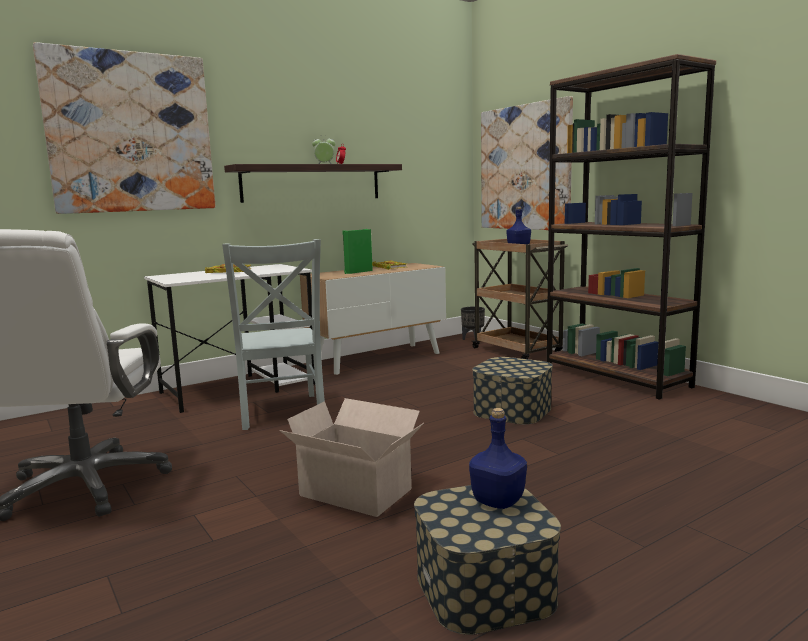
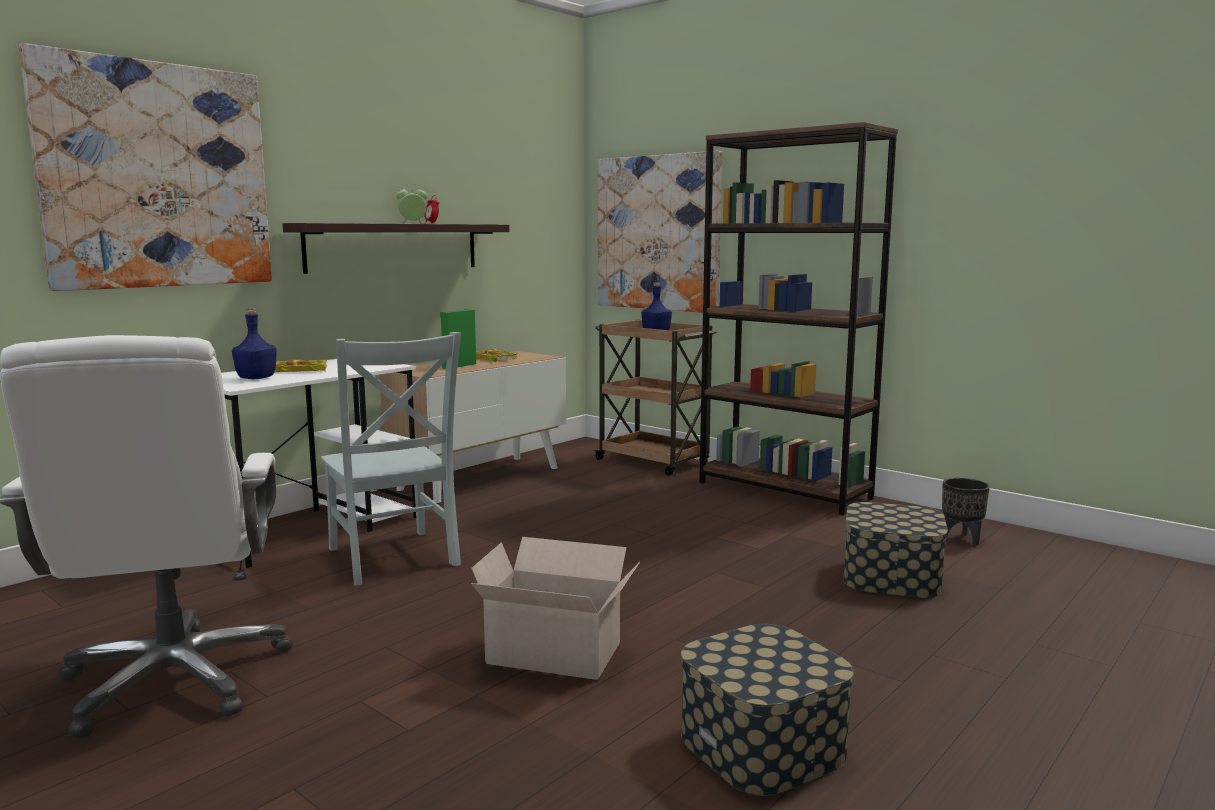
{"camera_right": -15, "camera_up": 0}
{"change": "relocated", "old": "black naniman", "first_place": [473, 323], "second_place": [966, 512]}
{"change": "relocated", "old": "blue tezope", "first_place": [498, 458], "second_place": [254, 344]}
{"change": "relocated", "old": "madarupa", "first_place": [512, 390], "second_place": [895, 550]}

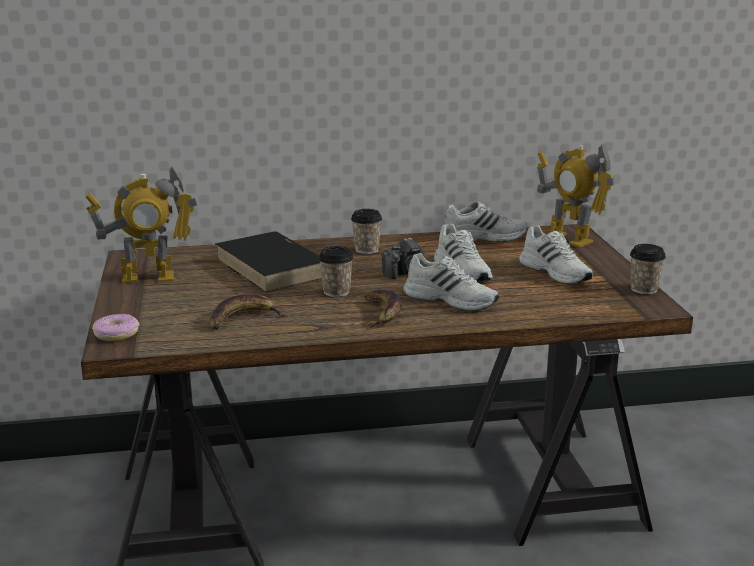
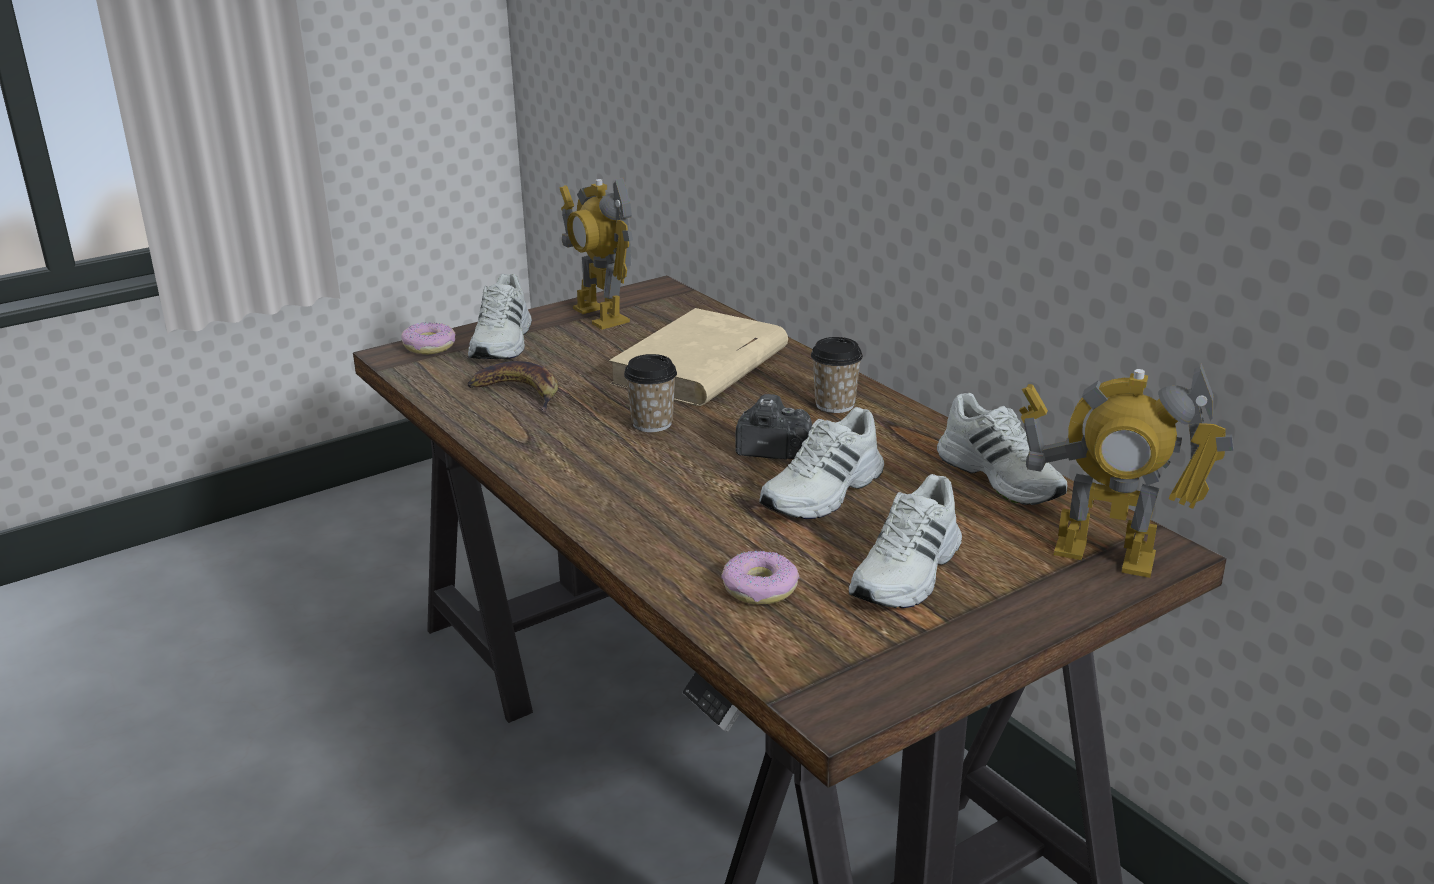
{"camera_right": 65, "camera_up": 5}
{"change": "missing", "old": "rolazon", "first_place": [383, 310]}
{"change": "missing", "old": "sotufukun", "first_place": [648, 269]}
{"change": "appeared", "new": "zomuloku", "second_place": [760, 577]}
{"change": "relocated", "old": "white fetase", "first_place": [451, 282], "second_place": [500, 316]}
{"change": "colour", "old": "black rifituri", "new": "beige rifituri", "first_place": [268, 262], "second_place": [698, 357]}
{"change": "spun", "old": "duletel", "first_place": [403, 258], "second_place": [773, 427], "degrees": 150}
{"change": "spun", "old": "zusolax", "first_place": [576, 195], "second_place": [1126, 470], "degrees": -90}

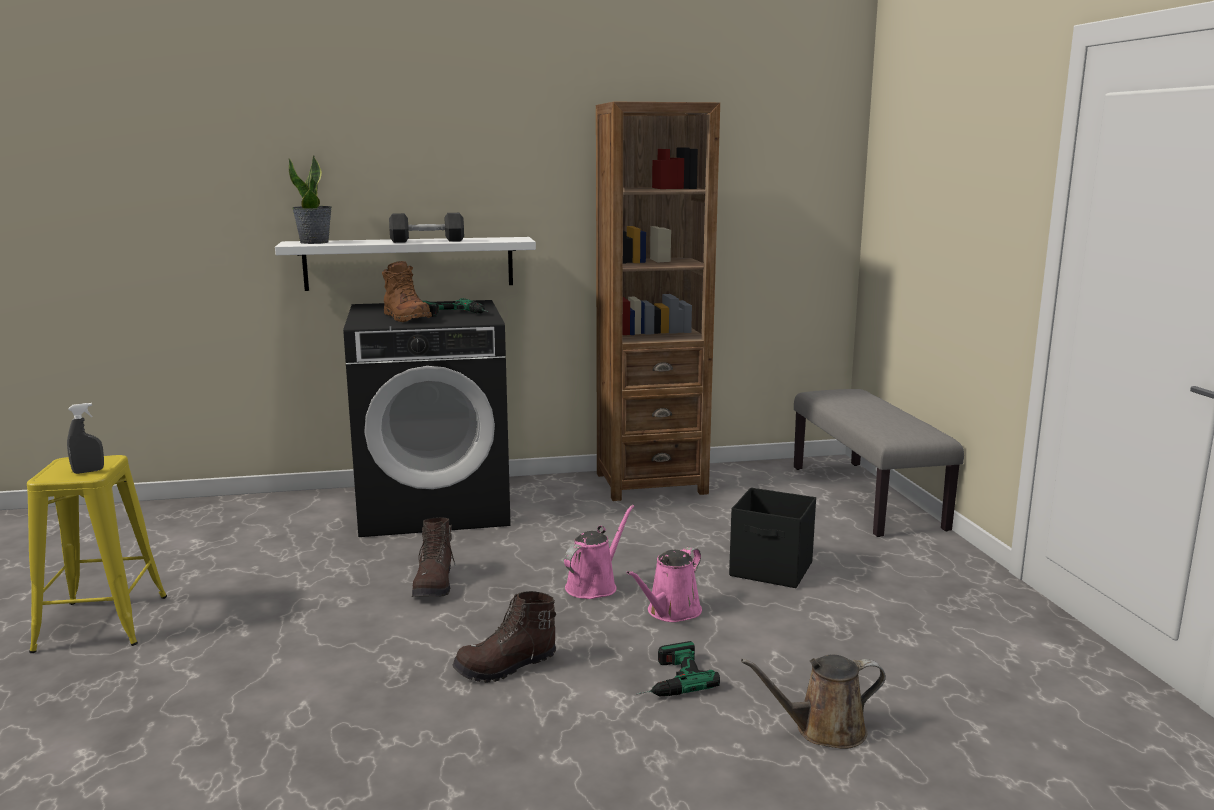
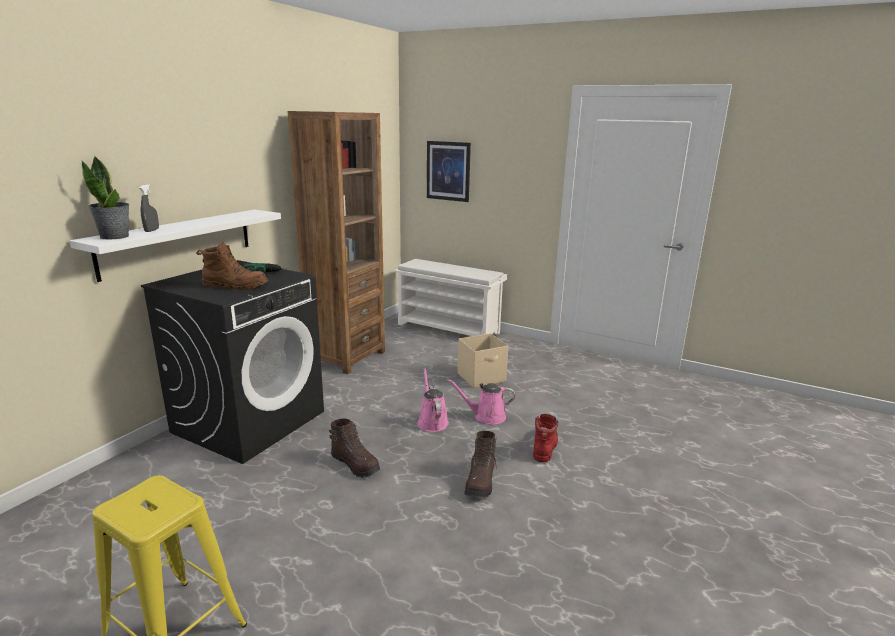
{"camera_right": -50, "camera_up": 5}
{"change": "missing", "old": "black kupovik", "first_place": [426, 228]}
{"change": "missing", "old": "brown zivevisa", "first_place": [813, 701]}
{"change": "appeared", "new": "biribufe", "second_place": [449, 171]}
{"change": "relocated", "old": "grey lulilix", "first_place": [85, 438], "second_place": [149, 208]}
{"change": "exchanged", "old": "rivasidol", "new": "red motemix", "first_place": [678, 668], "second_place": [546, 438]}
{"change": "exchanged", "old": "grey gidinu", "new": "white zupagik", "first_place": [879, 463], "second_place": [450, 297]}
{"change": "colour", "old": "black madarupa", "new": "beige madarupa", "first_place": [772, 537], "second_place": [483, 360]}
{"change": "spun", "old": "pink zivevisa", "first_place": [664, 584], "second_place": [481, 402], "degrees": 105}

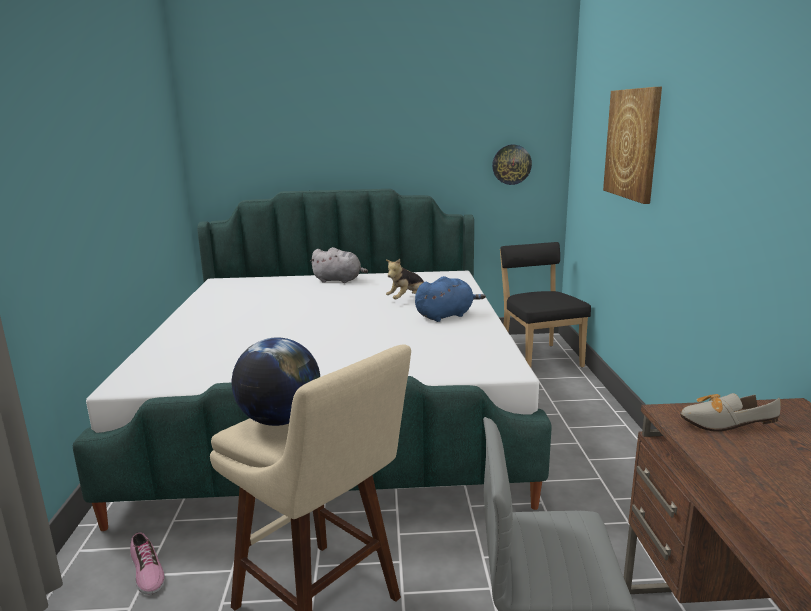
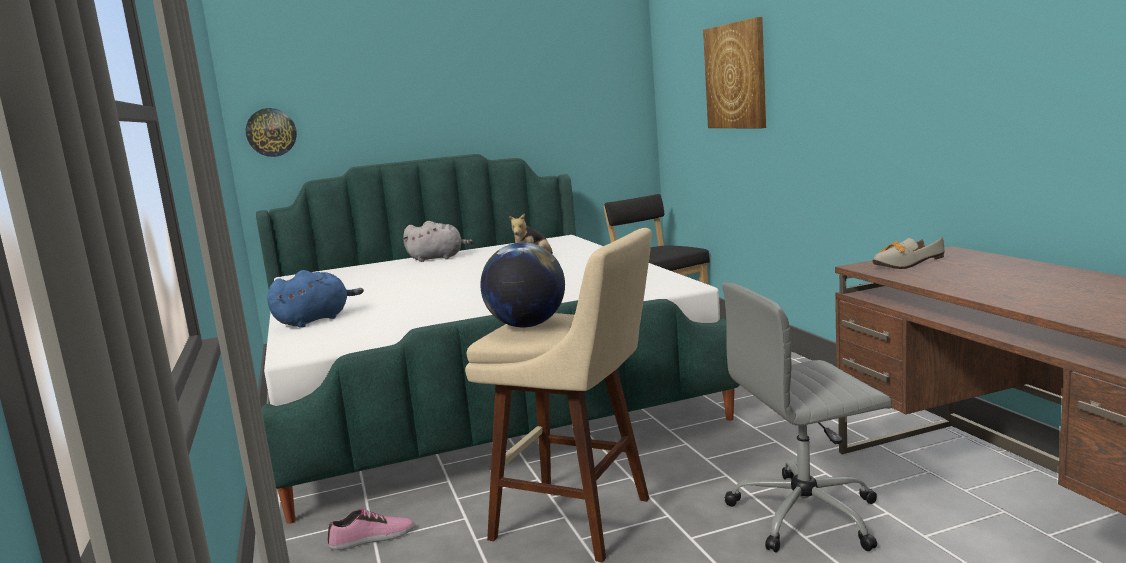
{"camera_right": -15, "camera_up": -5}
{"change": "relocated", "old": "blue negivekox", "first_place": [450, 299], "second_place": [315, 299]}
{"change": "relocated", "old": "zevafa", "first_place": [512, 165], "second_place": [271, 132]}
{"change": "spun", "old": "fetase", "first_place": [147, 563], "second_place": [371, 529], "degrees": -60}

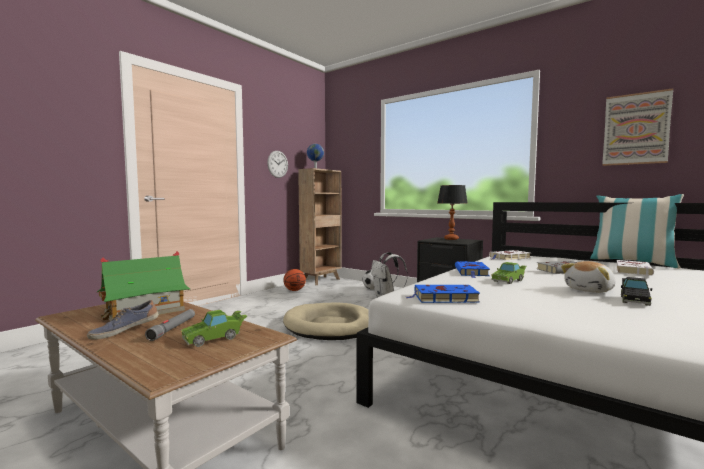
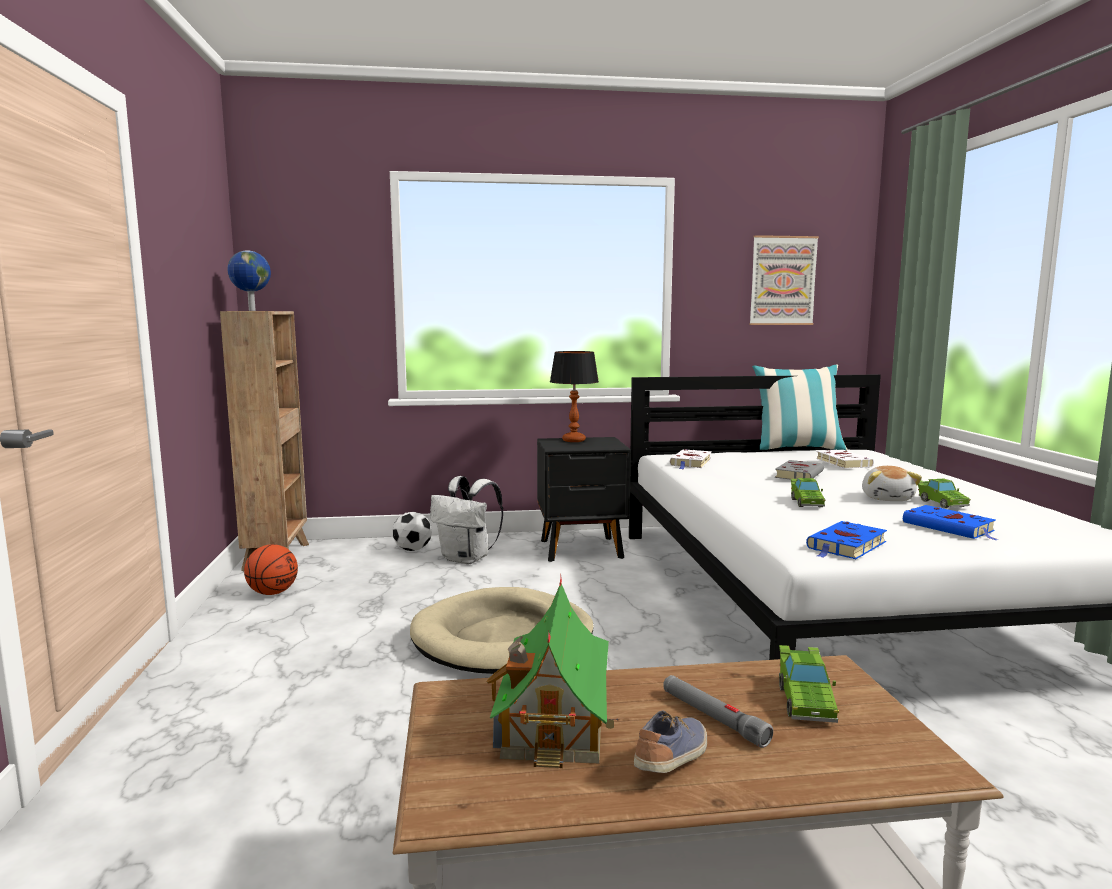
{"camera_right": -45, "camera_up": 5}
{"change": "missing", "old": "zevafa", "first_place": [277, 164]}
{"change": "relocated", "old": "blue rifituri", "first_place": [472, 269], "second_place": [951, 522]}
{"change": "colour", "old": "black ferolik", "new": "green ferolik", "first_place": [636, 291], "second_place": [944, 493]}
{"change": "spun", "old": "fetase", "first_place": [123, 320], "second_place": [670, 741], "degrees": -150}

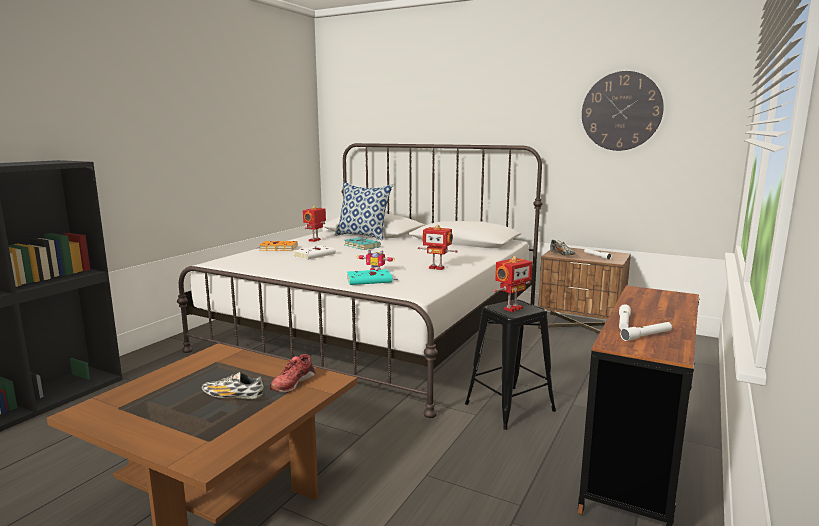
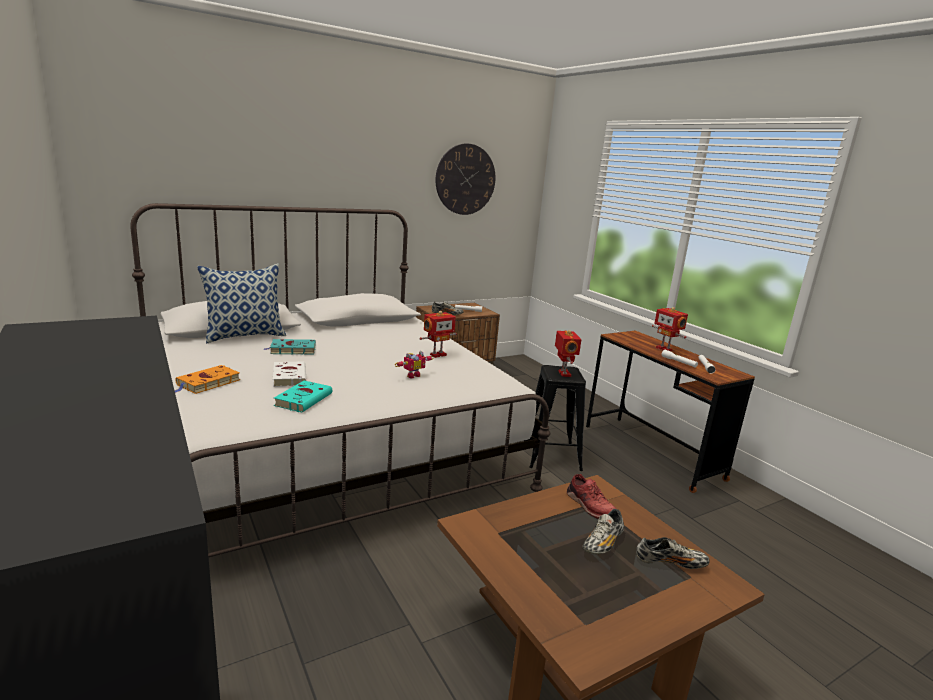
{"camera_right": -60, "camera_up": 5}
{"change": "appeared", "new": "fetase", "second_place": [673, 553]}
{"change": "relocated", "old": "zusolax", "first_place": [314, 224], "second_place": [670, 329]}
{"change": "relocated", "old": "turquoise rifituri", "first_place": [372, 277], "second_place": [303, 396]}

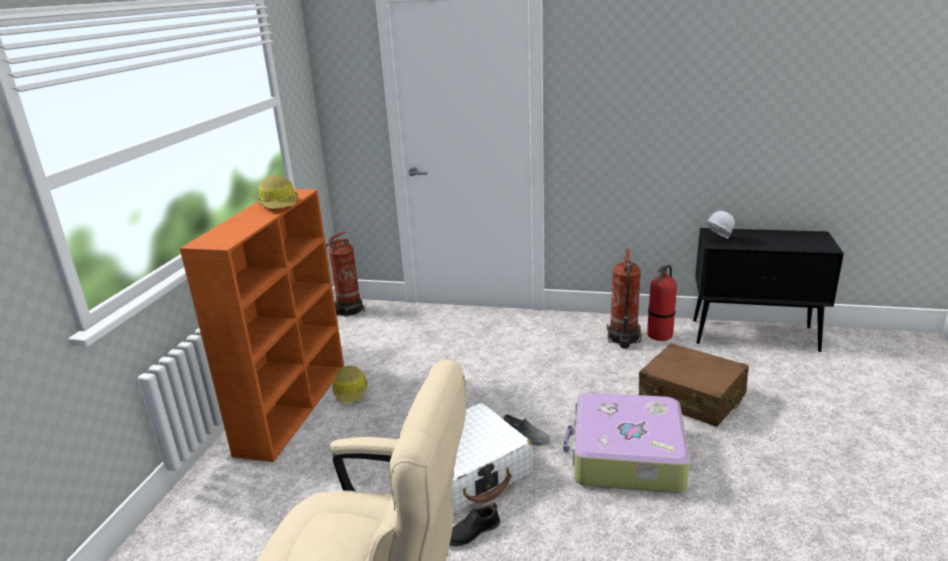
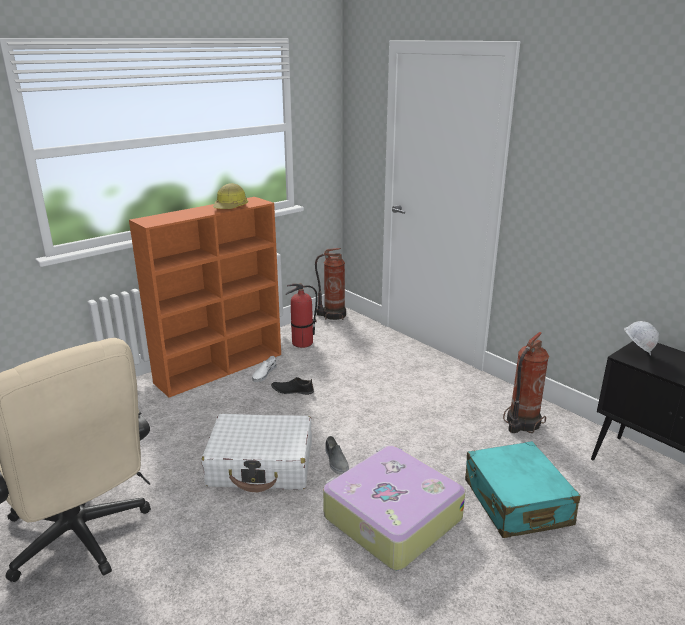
{"camera_right": 35, "camera_up": 0}
{"change": "relocated", "old": "black fetase", "first_place": [475, 524], "second_place": [292, 386]}
{"change": "relocated", "old": "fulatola", "first_place": [662, 303], "second_place": [301, 315]}
{"change": "exchanged", "old": "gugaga", "new": "white fetase", "first_place": [350, 384], "second_place": [264, 369]}
{"change": "colour", "old": "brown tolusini", "new": "turquoise tolusini", "first_place": [694, 385], "second_place": [523, 489]}

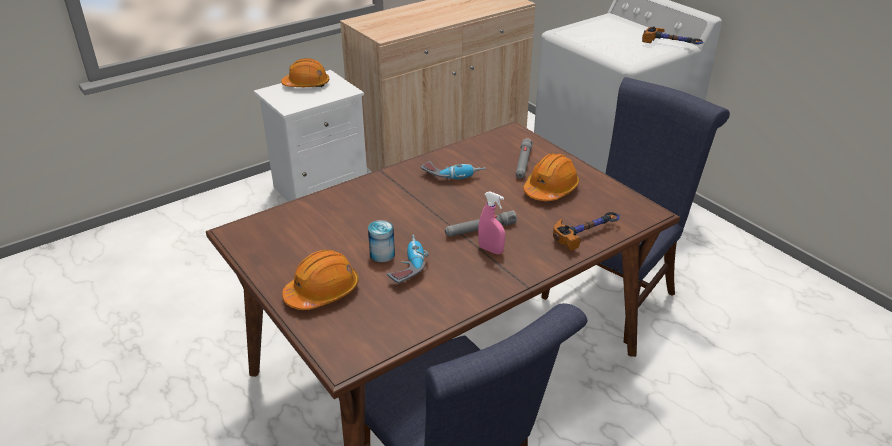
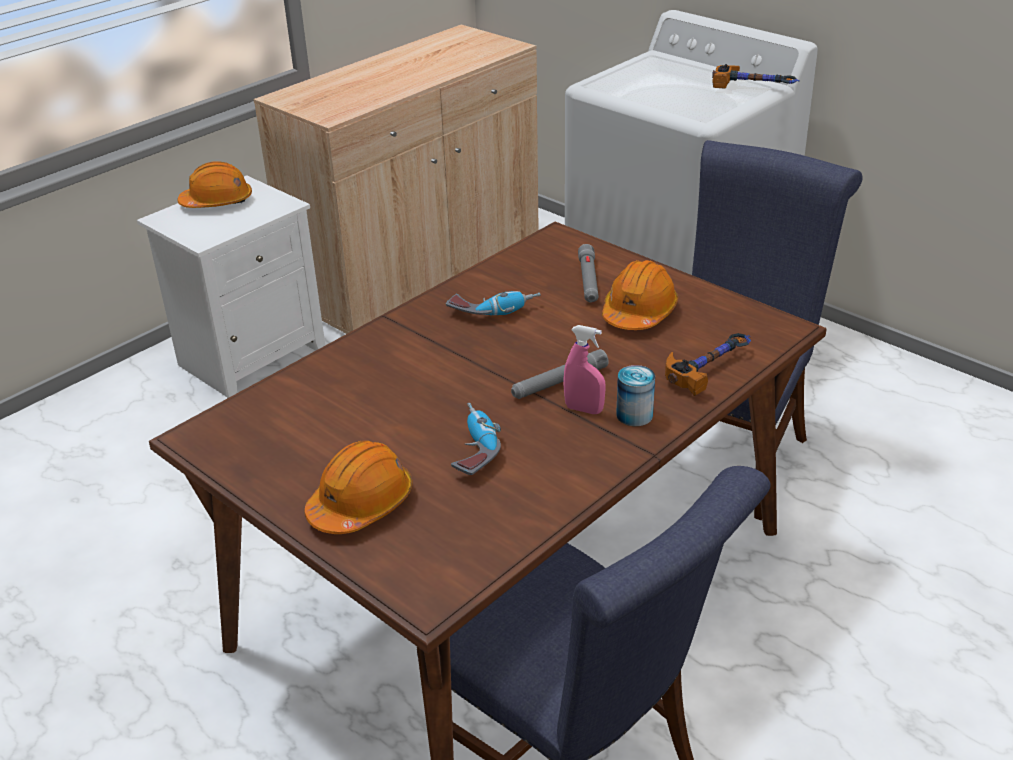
{"camera_right": -10, "camera_up": 0}
{"change": "relocated", "old": "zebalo", "first_place": [381, 241], "second_place": [635, 395]}

